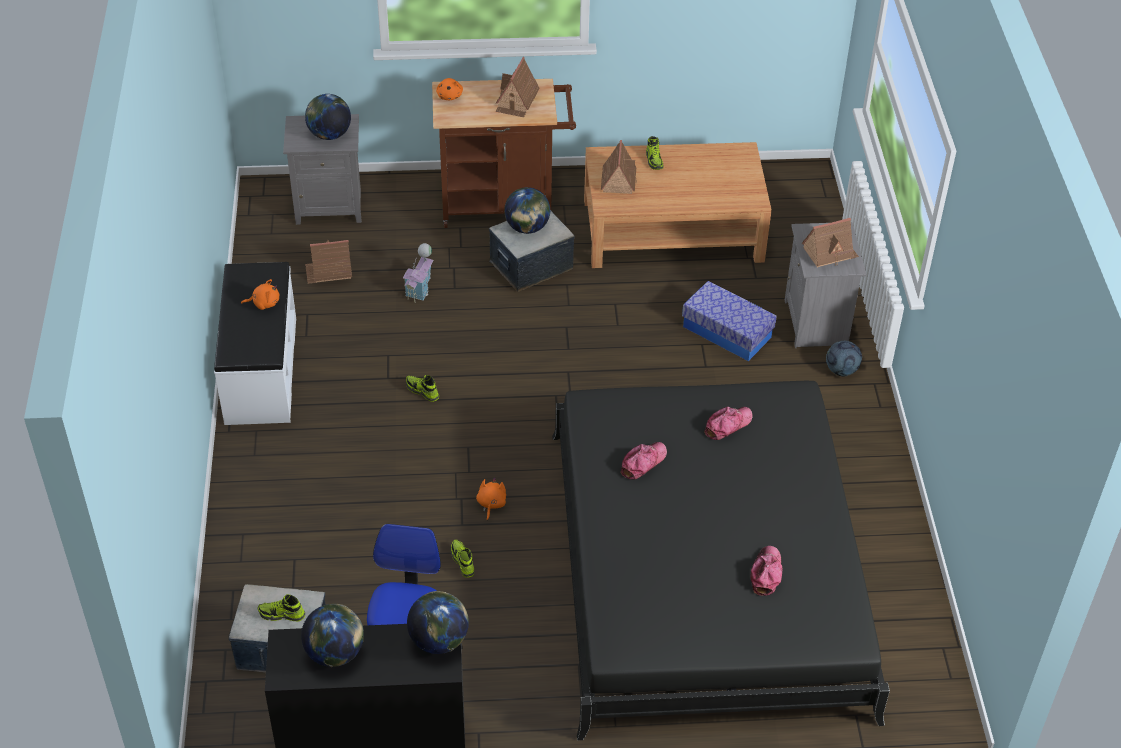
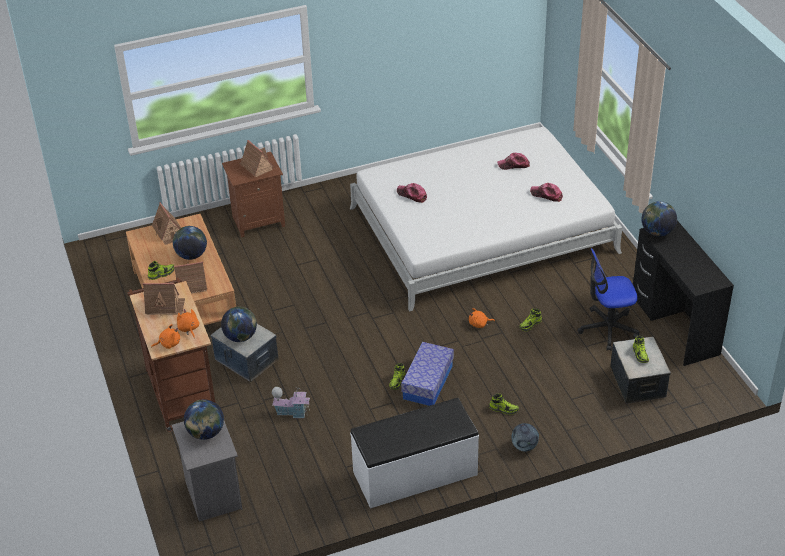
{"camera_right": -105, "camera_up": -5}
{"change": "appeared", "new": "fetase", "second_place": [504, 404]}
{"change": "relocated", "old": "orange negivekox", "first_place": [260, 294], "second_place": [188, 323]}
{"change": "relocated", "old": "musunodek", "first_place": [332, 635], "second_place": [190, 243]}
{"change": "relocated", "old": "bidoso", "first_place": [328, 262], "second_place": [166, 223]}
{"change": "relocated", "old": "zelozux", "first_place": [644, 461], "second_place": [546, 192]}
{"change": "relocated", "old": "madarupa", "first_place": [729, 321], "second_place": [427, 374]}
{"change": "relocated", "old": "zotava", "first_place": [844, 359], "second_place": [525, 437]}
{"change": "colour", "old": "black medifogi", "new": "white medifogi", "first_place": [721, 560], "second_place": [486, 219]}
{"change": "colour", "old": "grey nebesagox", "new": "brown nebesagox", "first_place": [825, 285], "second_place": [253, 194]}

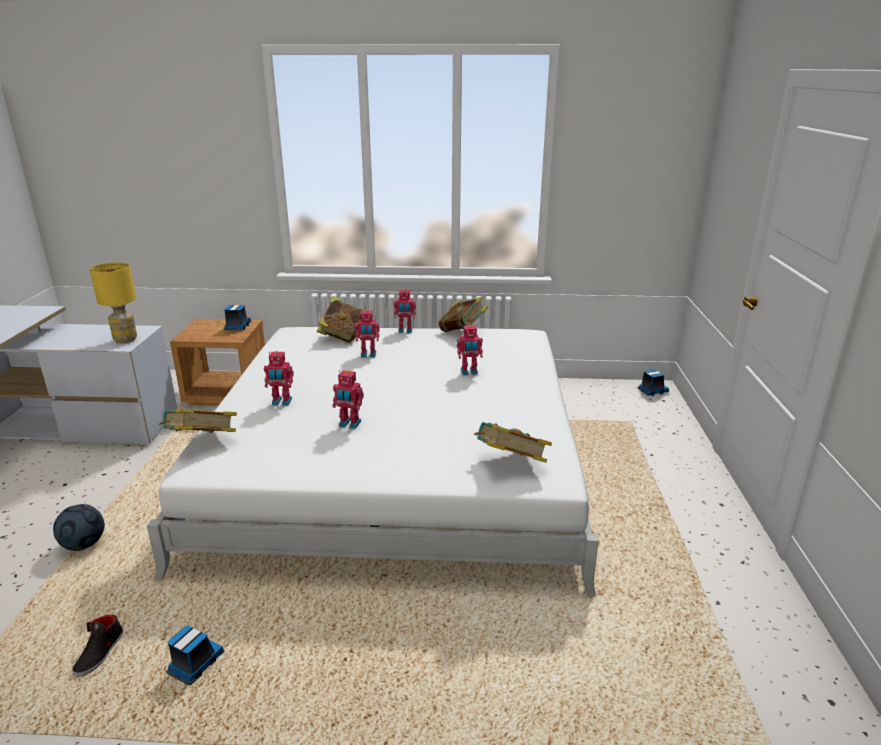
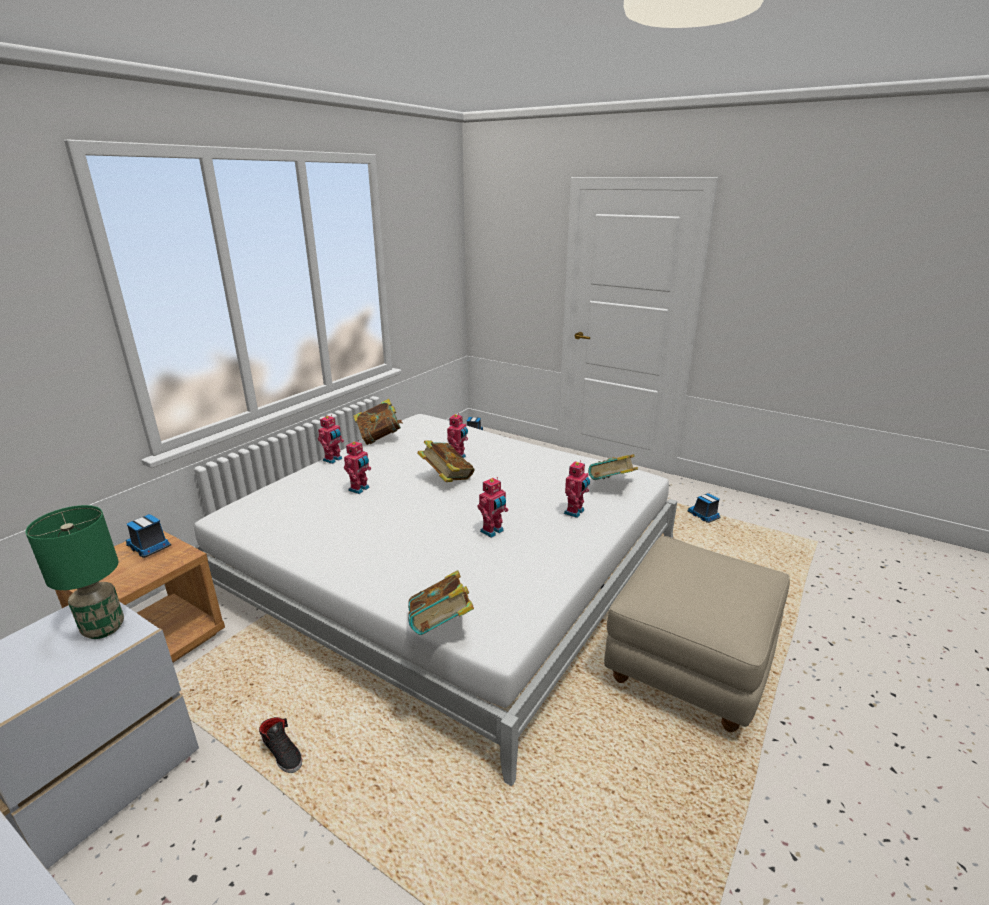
{"camera_right": -60, "camera_up": 0}
{"change": "missing", "old": "zotava", "first_place": [79, 527]}
{"change": "appeared", "new": "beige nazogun", "second_place": [697, 634]}
{"change": "relocated", "old": "black fetase", "first_place": [97, 646], "second_place": [280, 745]}
{"change": "relocated", "old": "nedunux", "first_place": [195, 655], "second_place": [704, 508]}
{"change": "relocated", "old": "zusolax", "first_place": [279, 378], "second_place": [577, 489]}
{"change": "relocated", "old": "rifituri", "first_place": [340, 319], "second_place": [446, 461]}
{"change": "colour", "old": "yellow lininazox", "new": "green lininazox", "first_place": [113, 302], "second_place": [75, 572]}

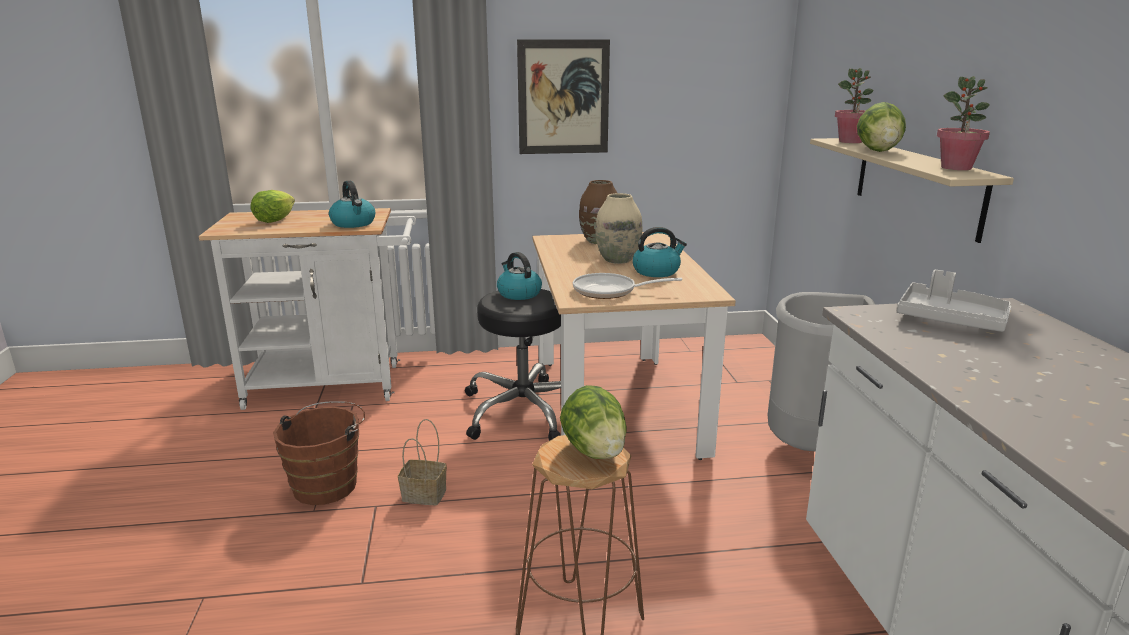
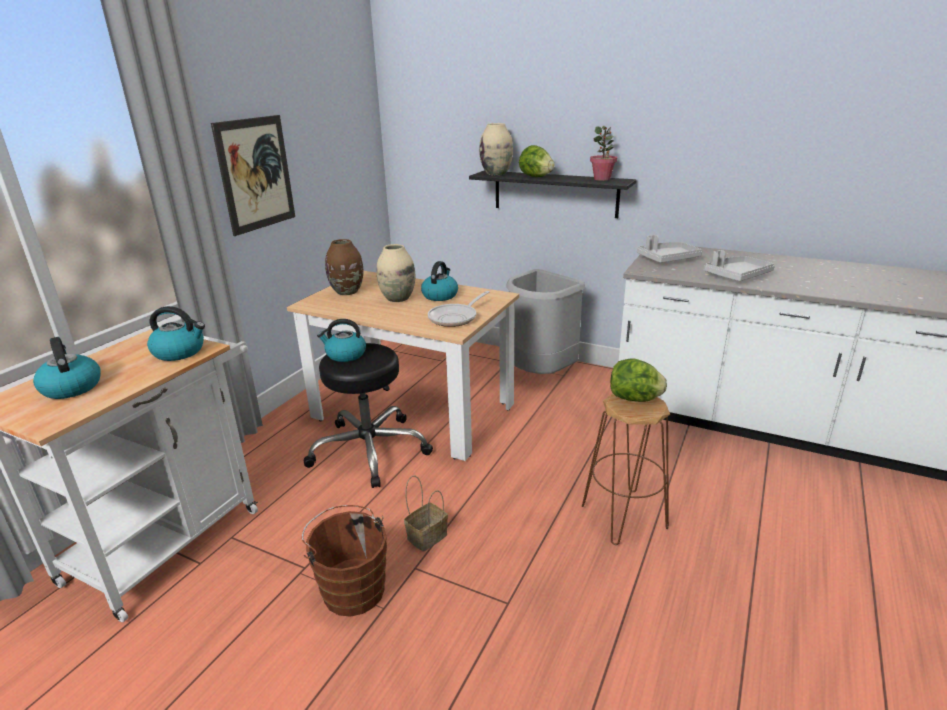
{"camera_right": -55, "camera_up": 5}
{"change": "appeared", "new": "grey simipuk", "second_place": [739, 265]}
{"change": "exchanged", "old": "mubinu", "new": "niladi", "first_place": [273, 206], "second_place": [67, 368]}
{"change": "exchanged", "old": "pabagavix", "new": "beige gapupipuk", "first_place": [854, 105], "second_place": [496, 149]}
{"change": "colour", "old": "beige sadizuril", "new": "black sadizuril", "first_place": [912, 190], "second_place": [552, 194]}

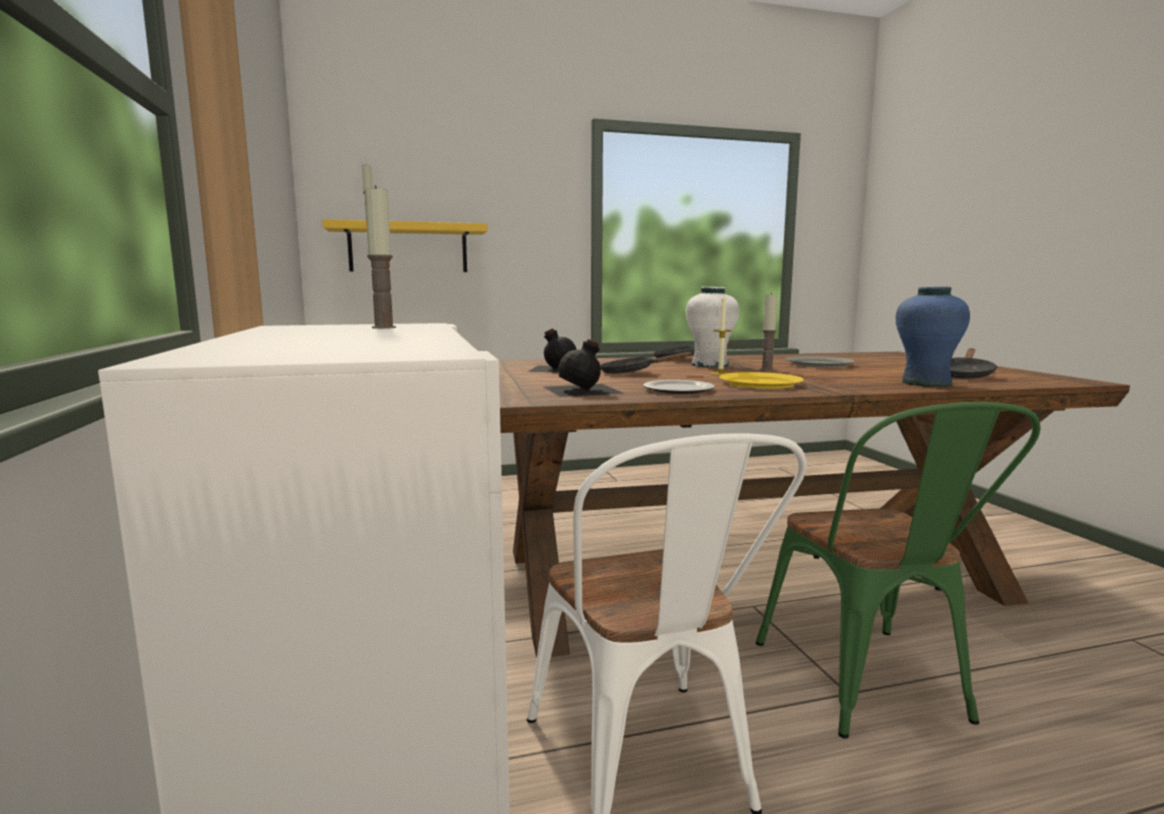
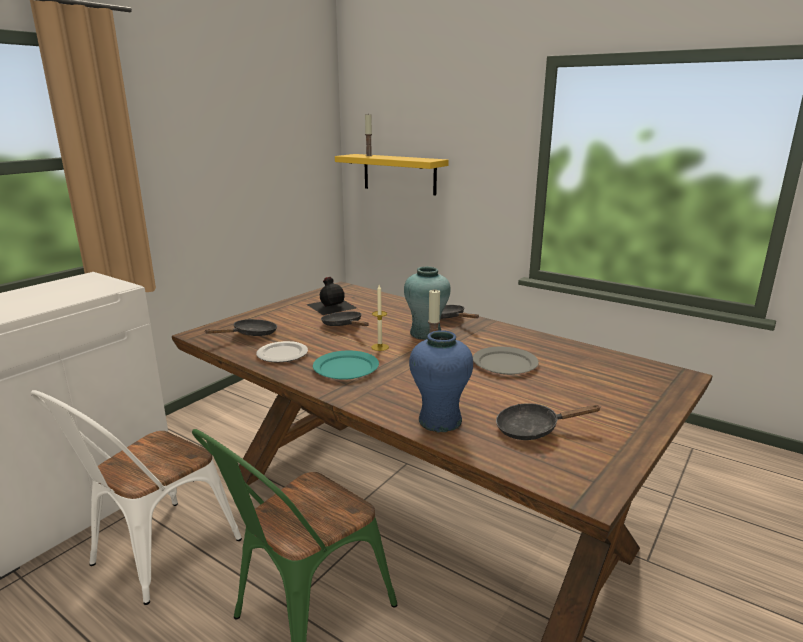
{"camera_right": 50, "camera_up": 10}
{"change": "missing", "old": "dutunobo", "first_place": [380, 257]}
{"change": "exchanged", "old": "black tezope", "new": "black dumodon", "first_place": [584, 368], "second_place": [241, 327]}
{"change": "colour", "old": "white gapupipuk", "new": "turquoise gapupipuk", "first_place": [712, 327], "second_place": [427, 303]}
{"change": "colour", "old": "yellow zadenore", "new": "turquoise zadenore", "first_place": [761, 380], "second_place": [346, 365]}

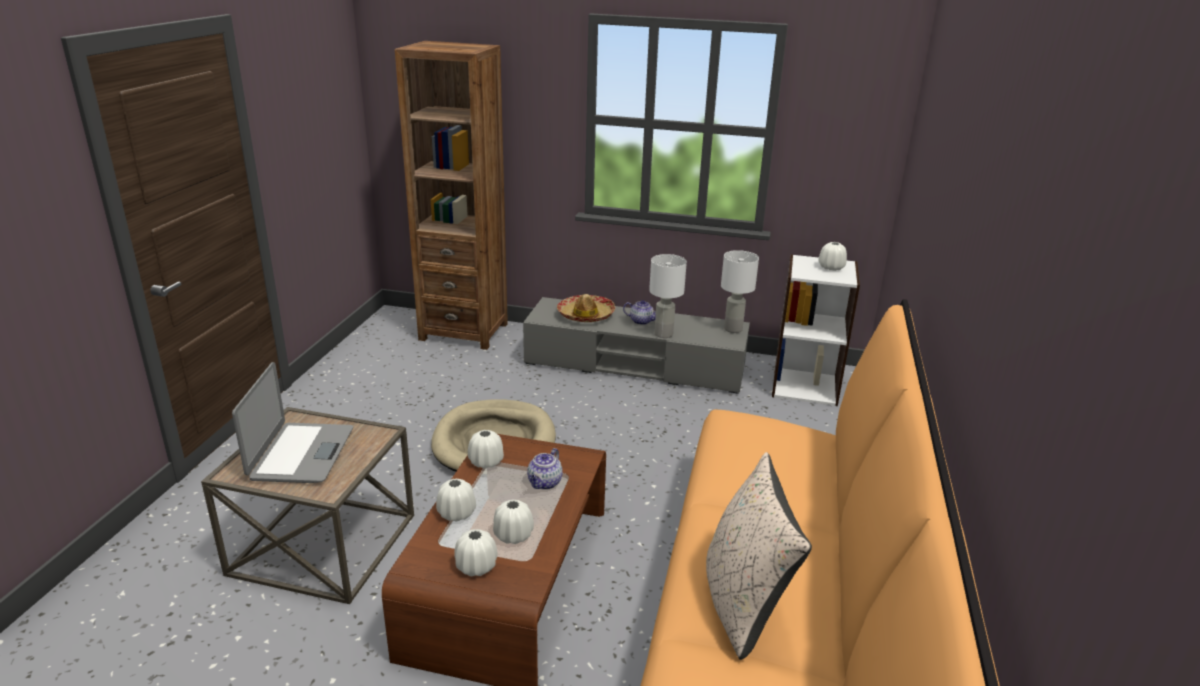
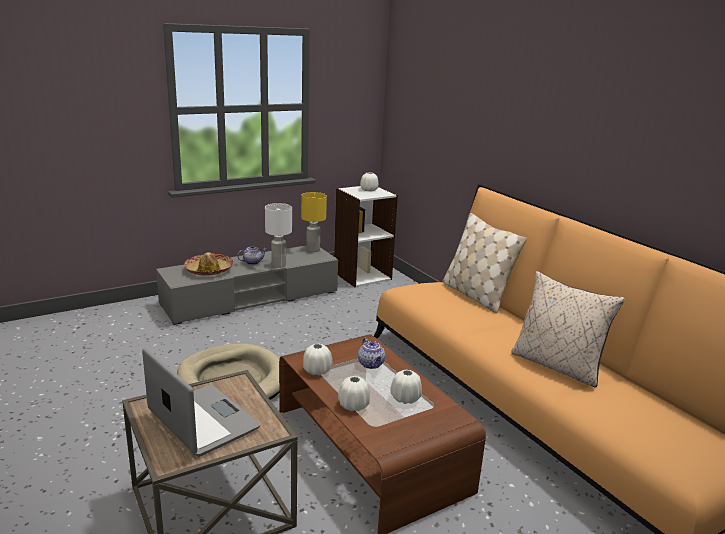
{"camera_right": -45, "camera_up": -5}
{"change": "missing", "old": "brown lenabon", "first_place": [451, 195]}
{"change": "missing", "old": "white gapupipuk", "first_place": [476, 552]}
{"change": "appeared", "new": "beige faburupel", "second_place": [485, 263]}
{"change": "colour", "old": "white lininazox", "new": "yellow lininazox", "first_place": [740, 291], "second_place": [314, 222]}

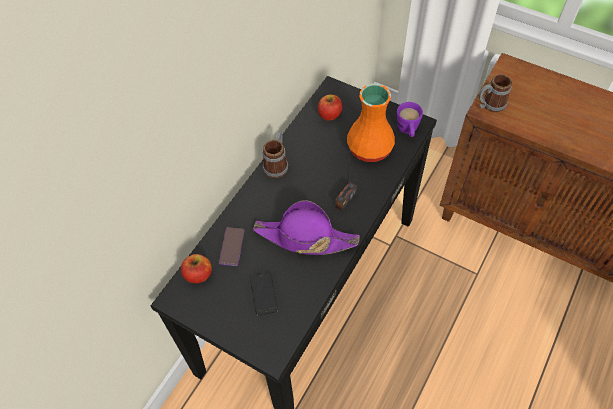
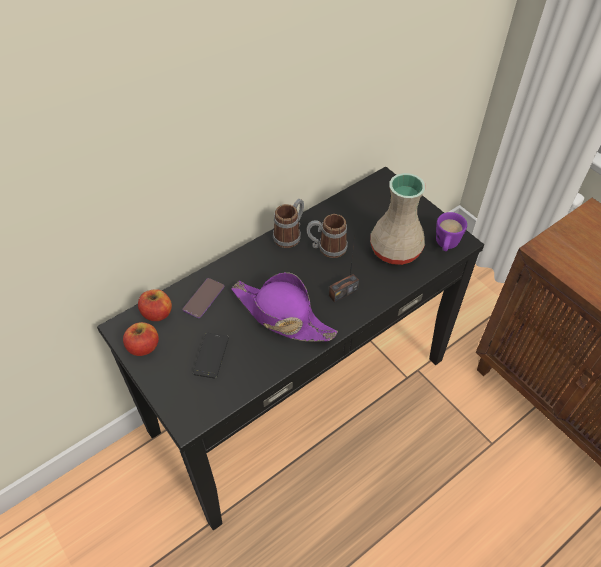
{"camera_right": 20, "camera_up": -5}
{"change": "relocated", "old": "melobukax", "first_place": [330, 108], "second_place": [141, 339]}
{"change": "relocated", "old": "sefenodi", "first_place": [495, 93], "second_place": [327, 236]}
{"change": "colour", "old": "orange gapupipuk", "new": "beige gapupipuk", "first_place": [371, 122], "second_place": [398, 219]}

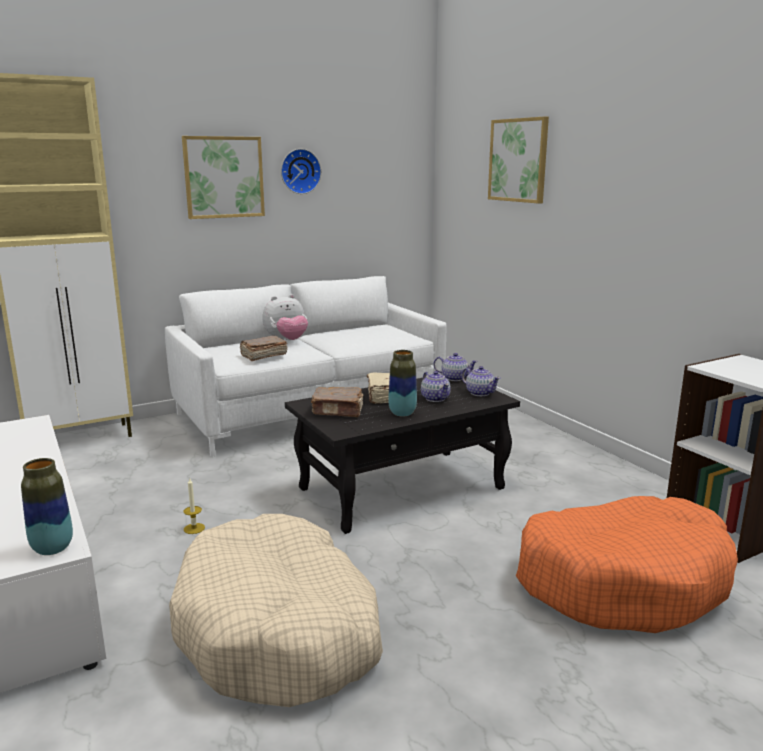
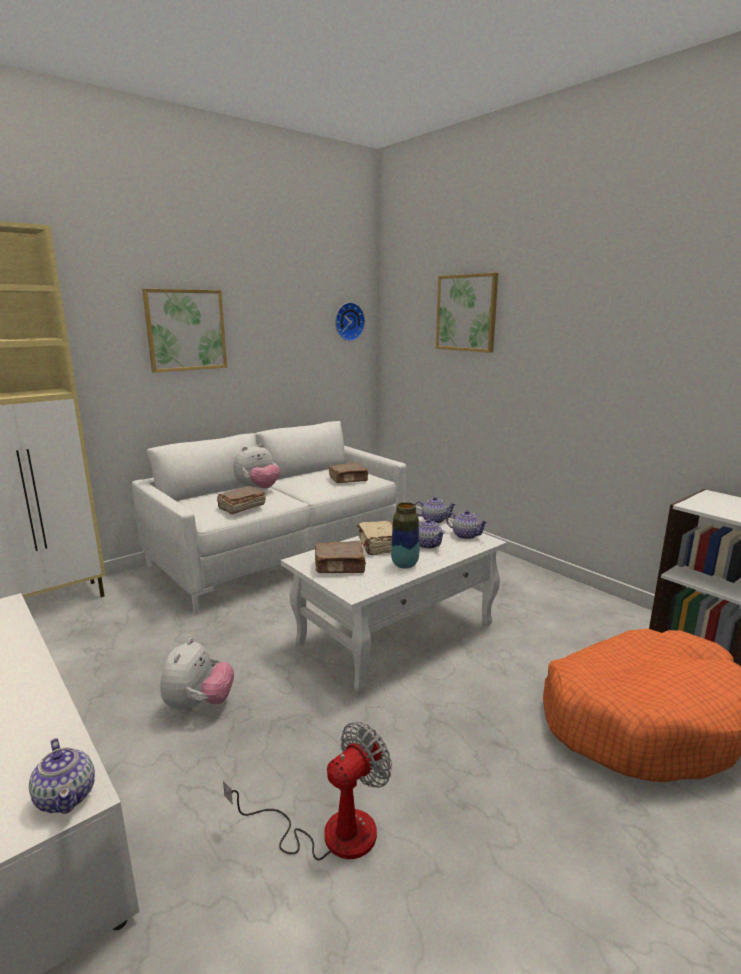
{"camera_right": -10, "camera_up": 0}
{"change": "appeared", "new": "brown rifituri", "second_place": [348, 472]}
{"change": "relocated", "old": "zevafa", "first_place": [301, 171], "second_place": [350, 321]}
{"change": "exchanged", "old": "gapupipuk", "new": "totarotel", "first_place": [47, 506], "second_place": [62, 776]}
{"change": "exchanged", "old": "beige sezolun", "new": "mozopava", "first_place": [276, 610], "second_place": [307, 791]}
{"change": "exchanged", "old": "dutunobo", "new": "negivekox", "first_place": [194, 505], "second_place": [197, 675]}
{"change": "colour", "old": "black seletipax", "new": "white seletipax", "first_place": [402, 454], "second_place": [394, 605]}

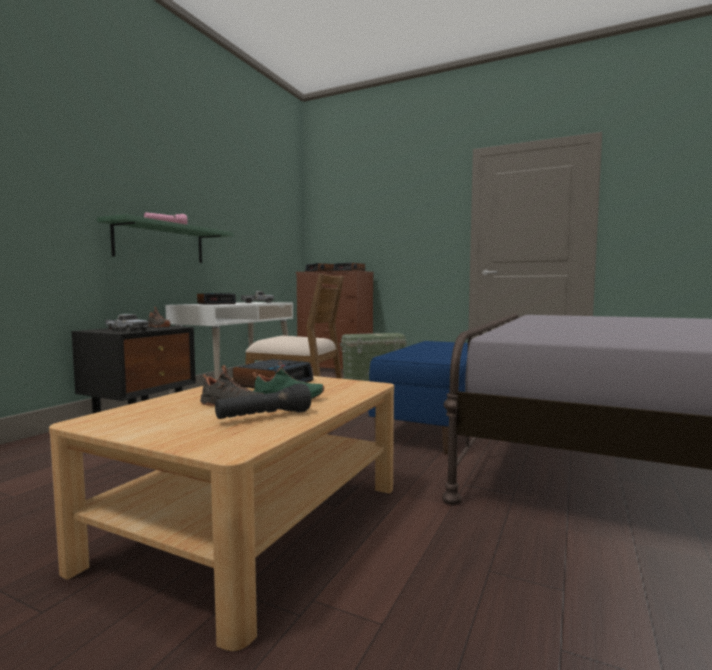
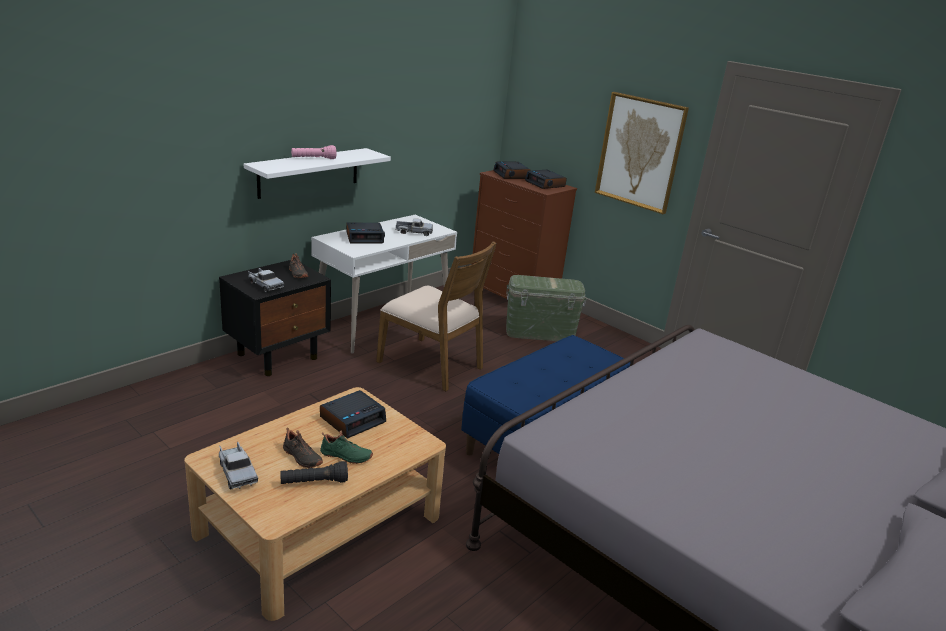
{"camera_right": 15, "camera_up": 20}
{"change": "appeared", "new": "nedunux", "second_place": [238, 466]}
{"change": "appeared", "new": "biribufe", "second_place": [642, 153]}
{"change": "colour", "old": "green sadizuril", "new": "white sadizuril", "first_place": [165, 238], "second_place": [317, 173]}

